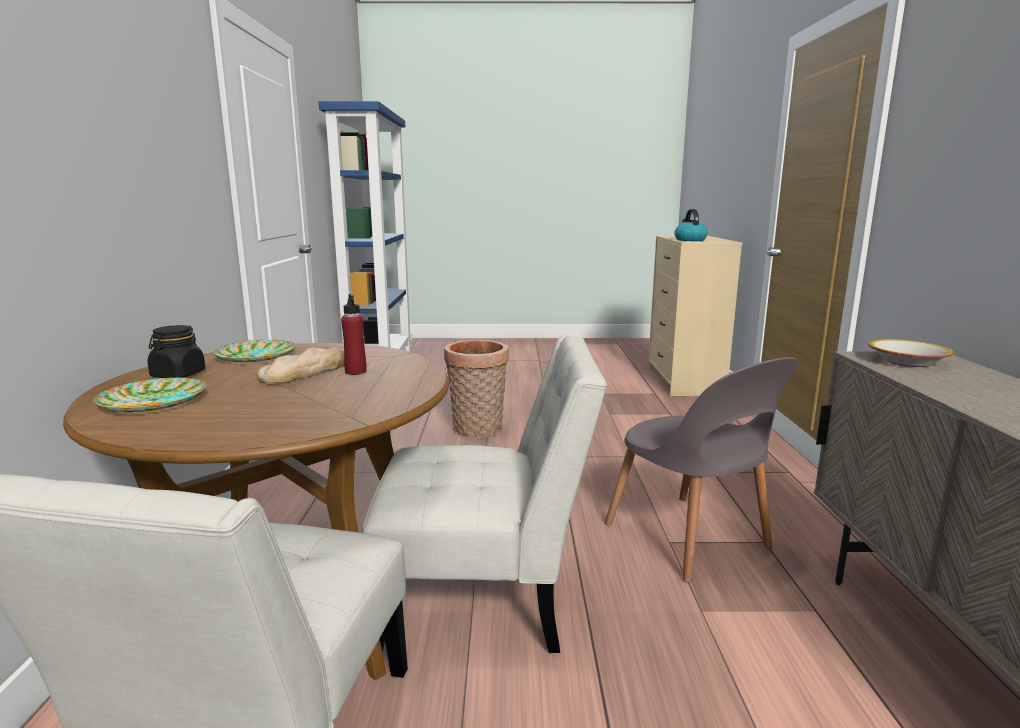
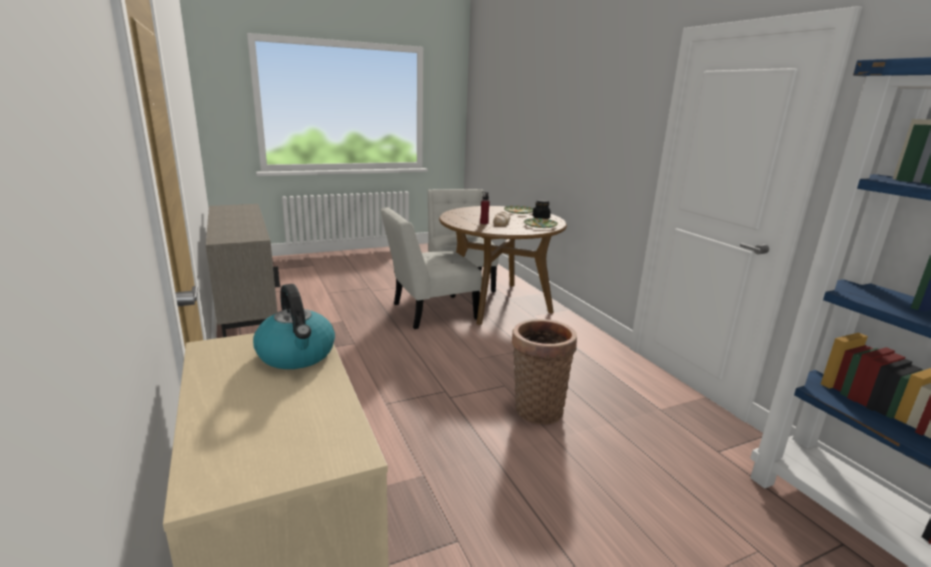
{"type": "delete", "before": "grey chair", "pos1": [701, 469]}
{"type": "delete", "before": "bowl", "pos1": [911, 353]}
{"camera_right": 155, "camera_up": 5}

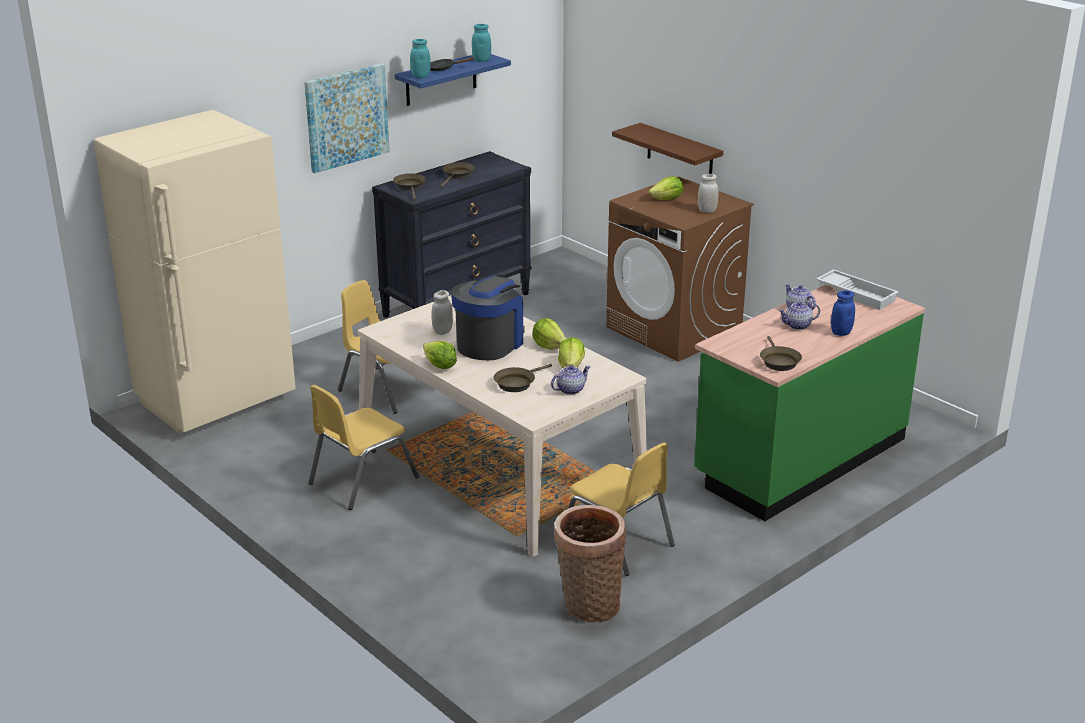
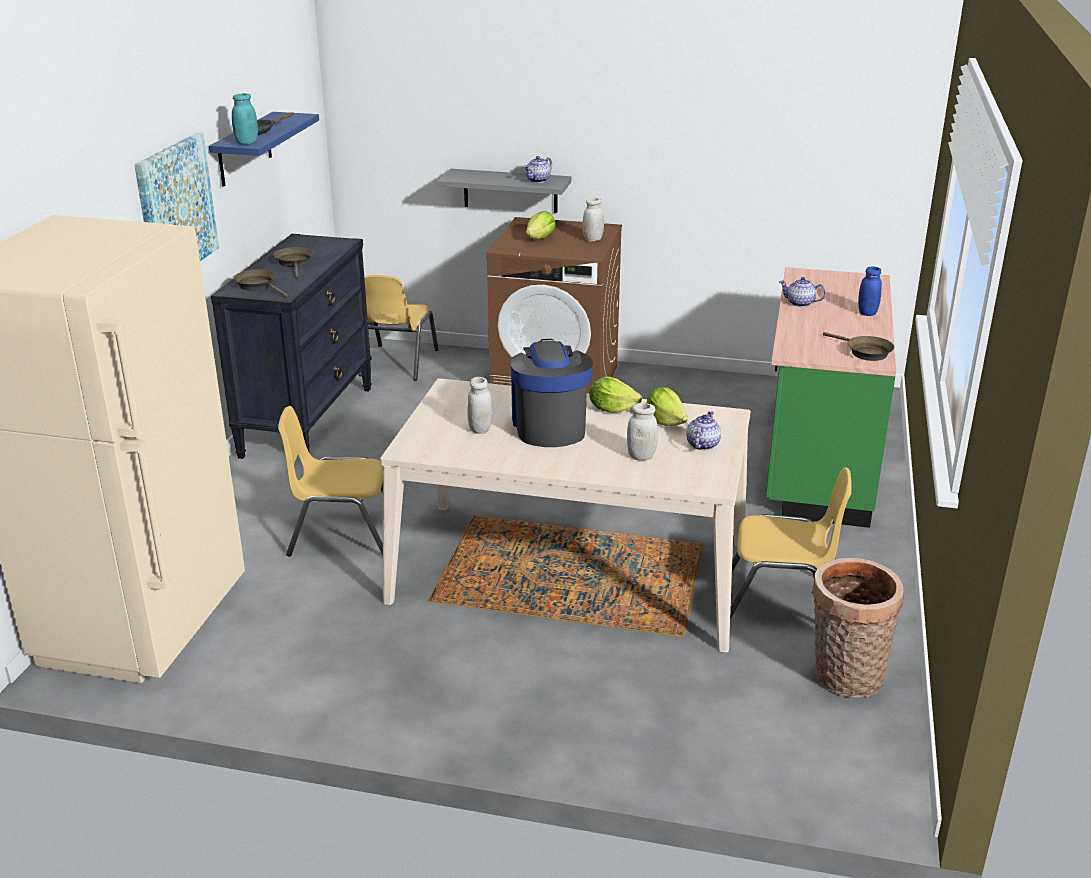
{"type": "move", "before": "yellow chair", "pos1": [364, 447], "pos2": [399, 328]}
{"type": "delete", "before": "lettuce", "pos1": [440, 355]}
{"type": "delete", "before": "turquoise jar", "pos1": [481, 43]}
{"type": "replace", "before": "brown frying pan", "after": "white jar", "pos1": [522, 378], "pos2": [642, 432]}
{"type": "recolor", "before": "brown shelf", "after": "grey shelf", "pos1": [667, 148], "pos2": [504, 191]}
{"type": "move", "before": "teapot", "pos1": [799, 315], "pos2": [538, 169]}
{"type": "delete", "before": "white tray", "pos1": [857, 289]}
{"camera_right": -35, "camera_up": 0}

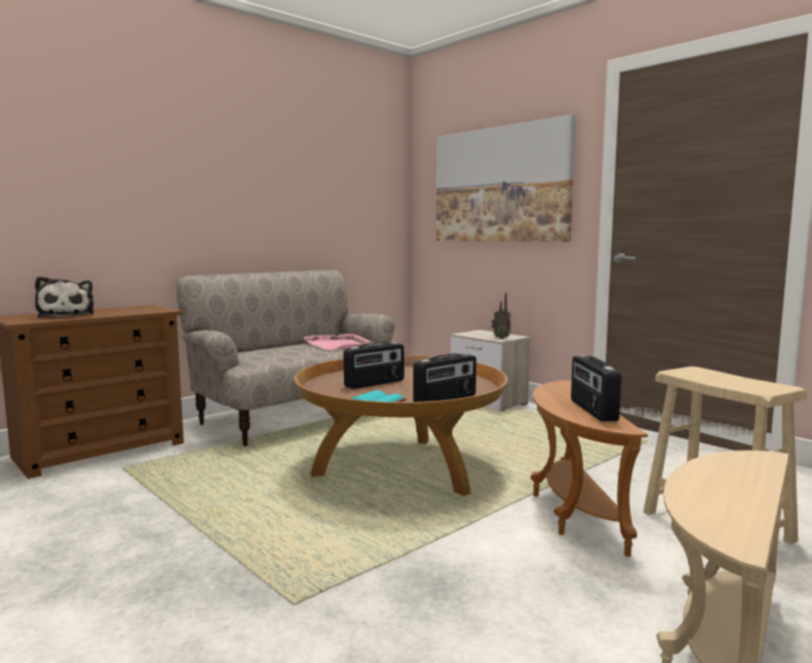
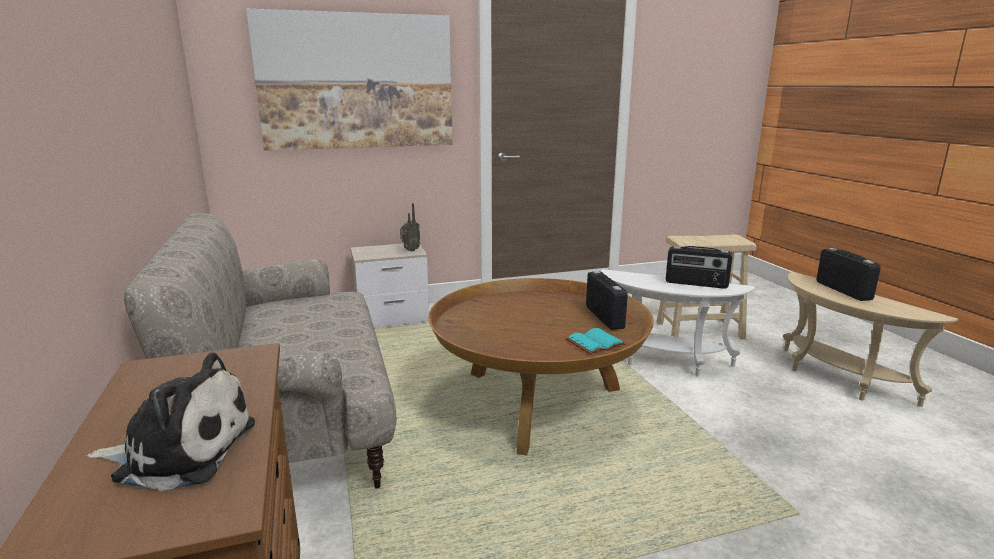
{"type": "delete", "before": "pink tray", "pos1": [338, 341]}
{"type": "move", "before": "radio", "pos1": [374, 365], "pos2": [848, 274]}
{"type": "recolor", "before": "brown side table", "after": "white side table", "pos1": [589, 468], "pos2": [678, 322]}
{"camera_right": -65, "camera_up": 10}

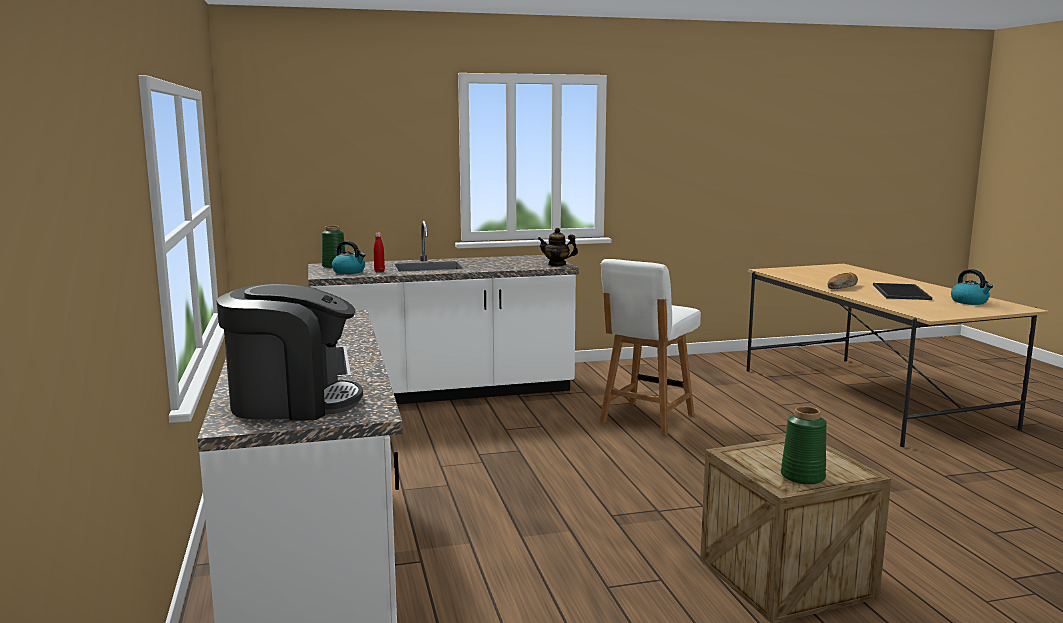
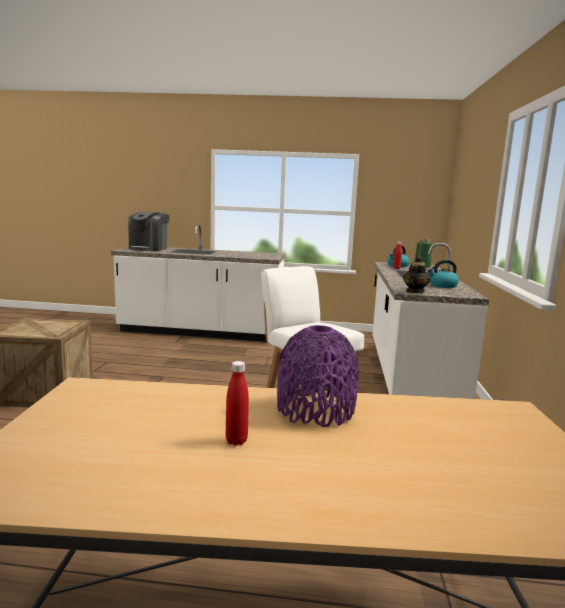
{"type": "delete", "before": "green vase", "pos1": [804, 445]}
{"type": "replace", "before": "bread", "after": "purple vase", "pos1": [843, 281], "pos2": [318, 376]}
{"type": "replace", "before": "tray", "after": "red bottle", "pos1": [902, 291], "pos2": [237, 403]}
{"type": "move", "before": "kettle", "pos1": [972, 287], "pos2": [443, 274]}
{"camera_right": 110, "camera_up": 0}

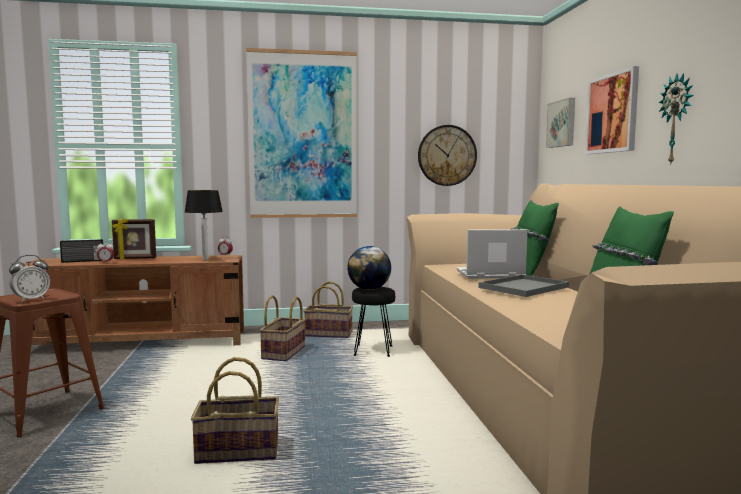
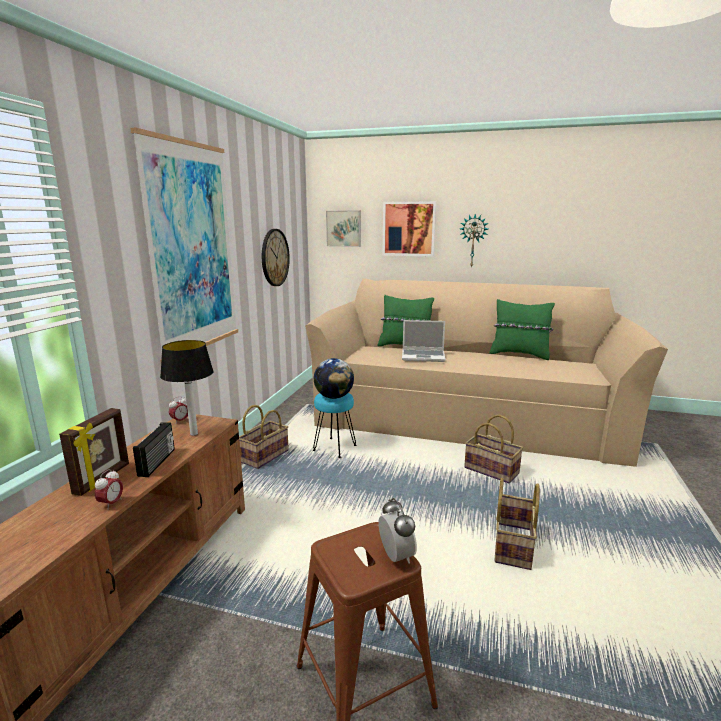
{"type": "move", "before": "radio", "pos1": [81, 251], "pos2": [154, 449]}
{"type": "move", "before": "basket", "pos1": [283, 328], "pos2": [493, 449]}
{"type": "recolor", "before": "black stool", "after": "turquoise stool", "pos1": [373, 322], "pos2": [335, 425]}
{"type": "rotate", "before": "laptop", "pos1": [492, 254], "pos2": [424, 341], "turn": -105}
{"type": "delete", "before": "grey tray", "pos1": [524, 285]}
{"camera_right": -65, "camera_up": 10}

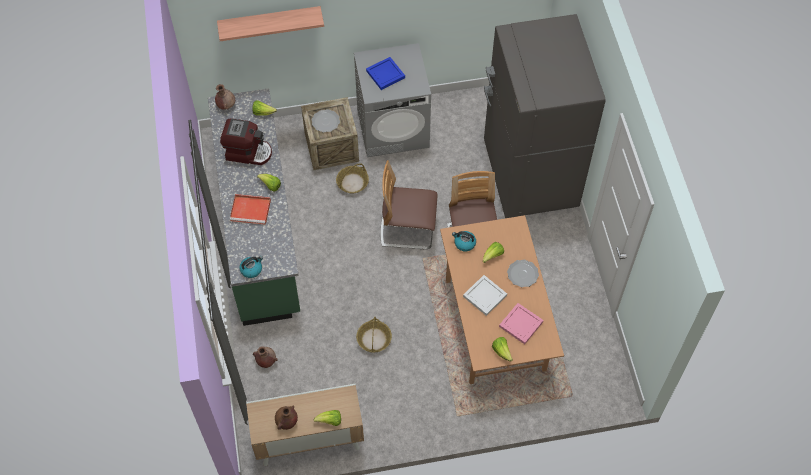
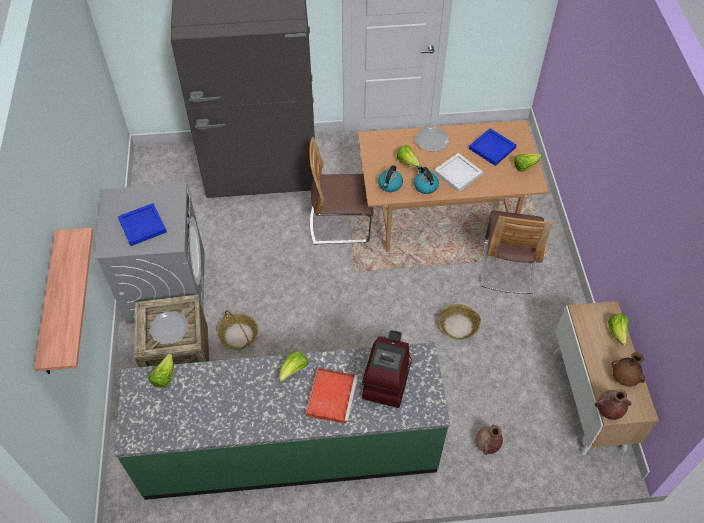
{"type": "move", "before": "brown vase", "pos1": [225, 97], "pos2": [613, 404]}
{"type": "move", "before": "coffee machine", "pos1": [246, 141], "pos2": [387, 369]}
{"type": "move", "before": "kettle", "pos1": [251, 267], "pos2": [426, 180]}
{"type": "move", "before": "chair", "pos1": [409, 204], "pos2": [517, 252]}
{"type": "recolor", "before": "pink tray", "after": "blue tray", "pos1": [521, 323], "pos2": [492, 147]}
{"camera_right": -85, "camera_up": -5}

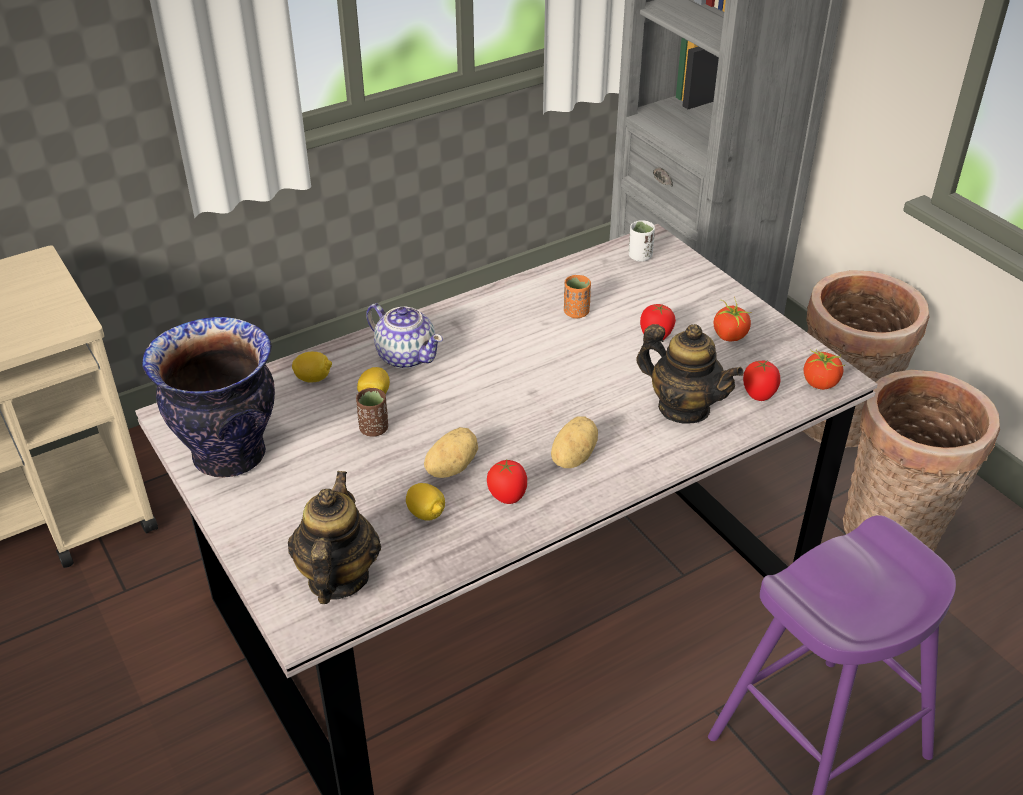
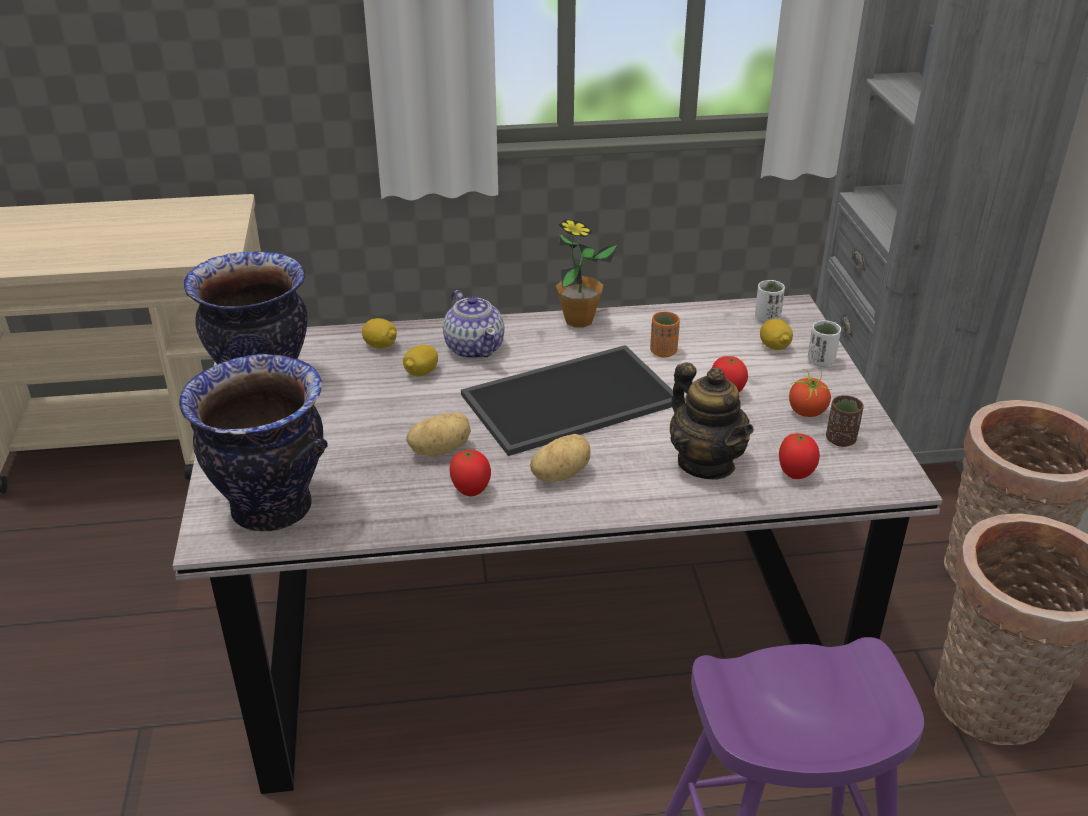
{"type": "replace", "before": "teapot", "after": "vase", "pos1": [334, 537], "pos2": [253, 443]}
{"type": "move", "before": "brown cup", "pos1": [372, 412], "pos2": [845, 421]}
{"type": "move", "before": "lemon", "pos1": [425, 502], "pos2": [776, 334]}
{"type": "delete", "before": "tomato", "pos1": [825, 369]}
{"type": "insert", "after": "tray", "pos2": [567, 400]}
{"type": "insert", "after": "potted plant", "pos2": [586, 273]}
{"type": "insert", "after": "white cup", "pos2": [824, 343]}
{"camera_right": 25, "camera_up": -5}

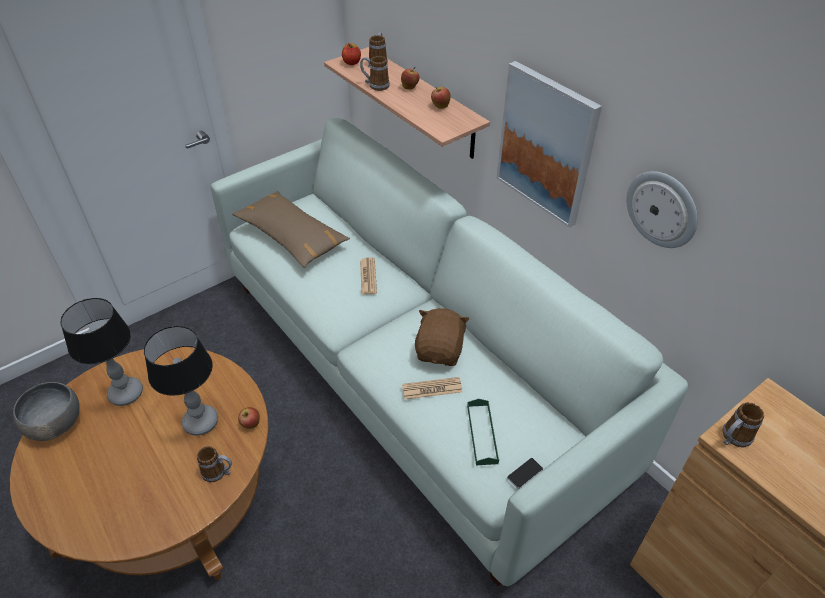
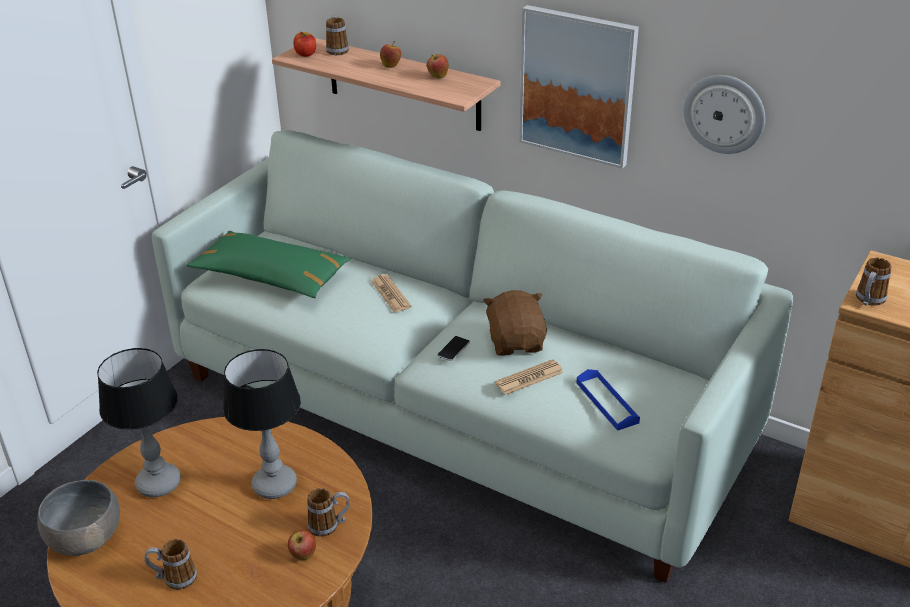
{"type": "recolor", "before": "brown pillow", "after": "green pillow", "pos1": [291, 229], "pos2": [269, 264]}
{"type": "move", "before": "apple", "pos1": [249, 418], "pos2": [302, 545]}
{"type": "move", "before": "mug", "pos1": [375, 73], "pos2": [170, 564]}
{"type": "recolor", "before": "green tray", "after": "blue tray", "pos1": [483, 432], "pos2": [608, 400]}
{"type": "move", "before": "phone", "pos1": [525, 473], "pos2": [453, 348]}
{"camera_right": -20, "camera_up": -10}

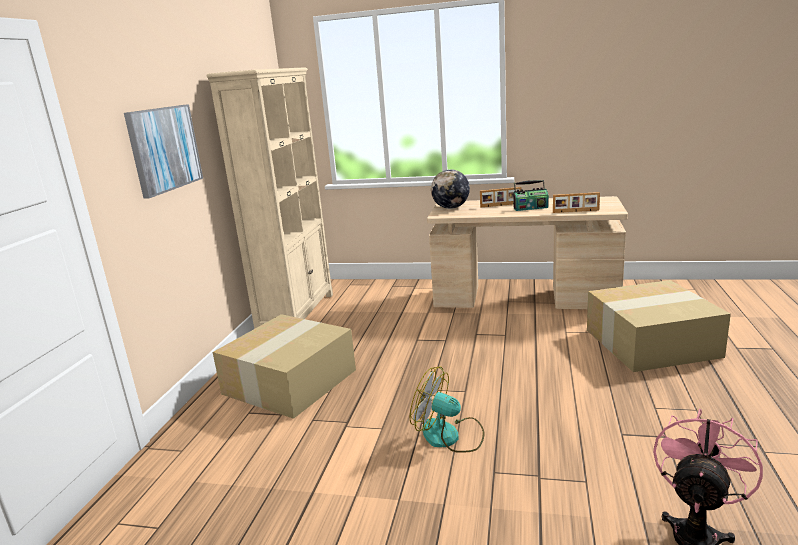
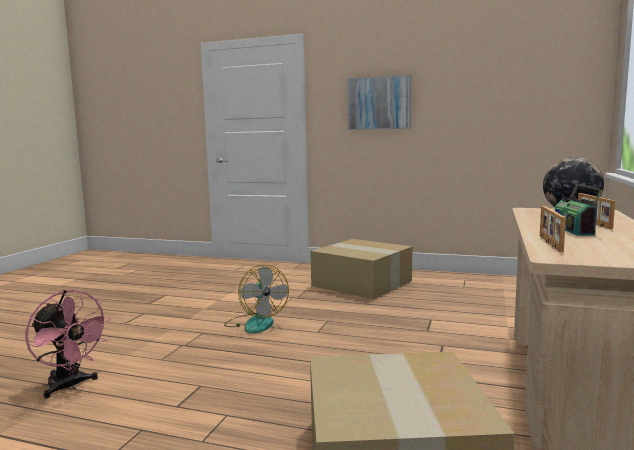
{"type": "delete", "before": "beige bookcase", "pos1": [270, 198]}
{"type": "rotate", "before": "fan", "pos1": [447, 410], "pos2": [256, 299], "turn": 120}
{"camera_right": 95, "camera_up": -10}

